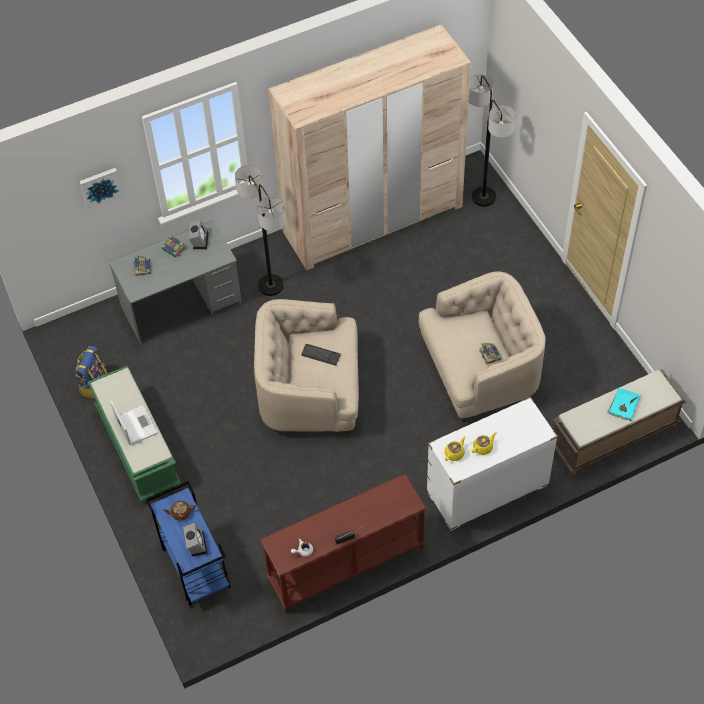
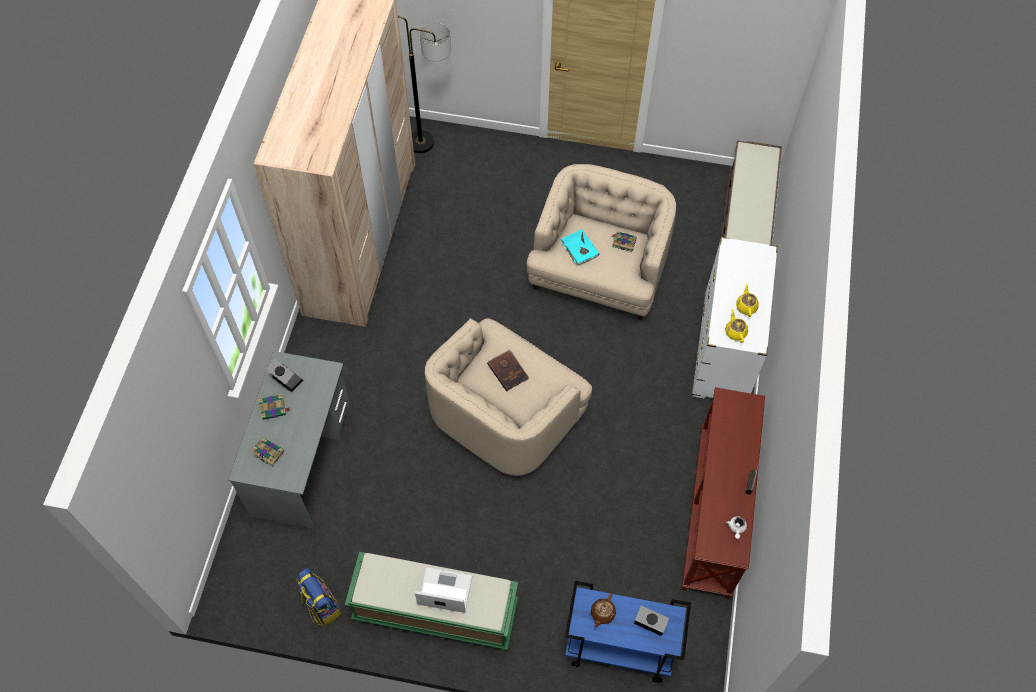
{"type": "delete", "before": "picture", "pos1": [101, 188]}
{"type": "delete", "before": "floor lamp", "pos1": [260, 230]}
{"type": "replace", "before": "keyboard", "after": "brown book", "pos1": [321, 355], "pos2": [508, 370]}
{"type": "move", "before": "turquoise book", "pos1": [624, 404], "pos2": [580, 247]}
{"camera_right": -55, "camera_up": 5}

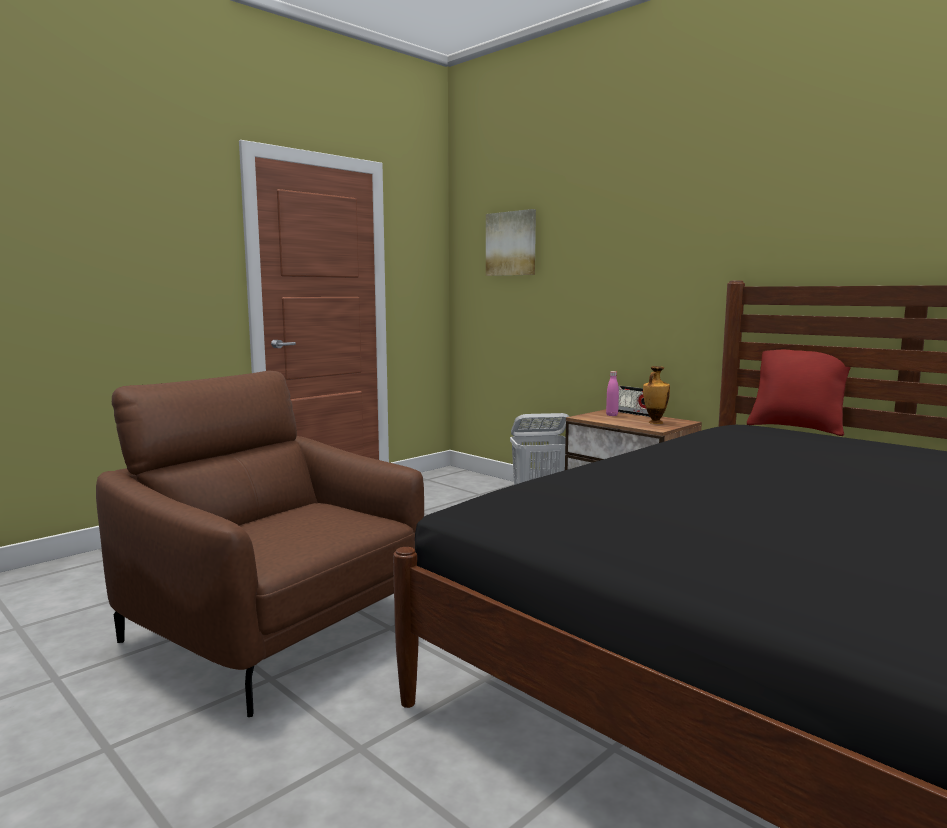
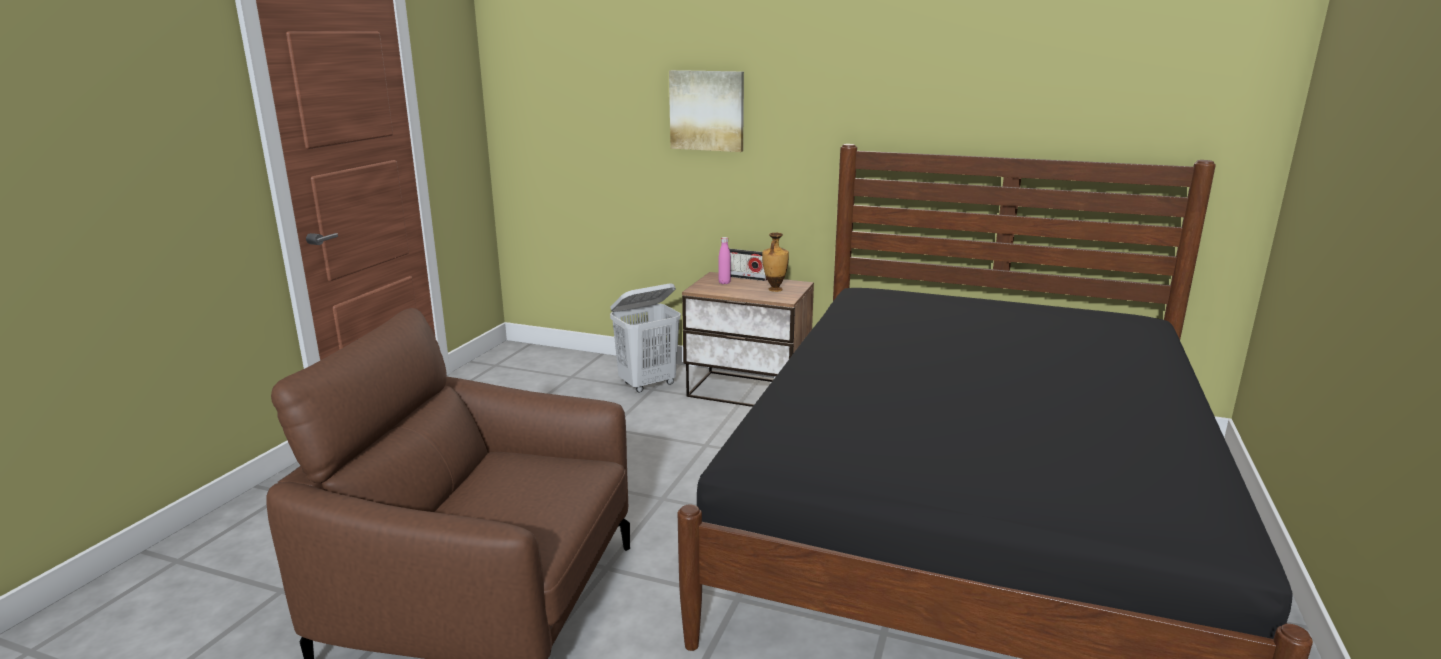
{"type": "move", "before": "picture", "pos1": [511, 242], "pos2": [706, 111]}
{"type": "delete", "before": "red pillow", "pos1": [803, 391]}
{"camera_right": -25, "camera_up": 10}

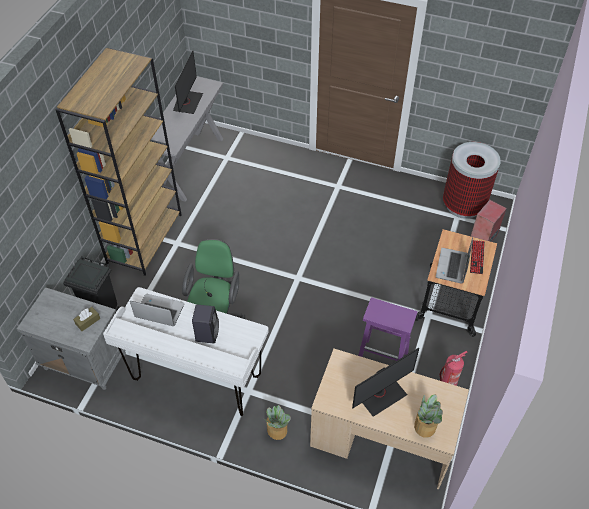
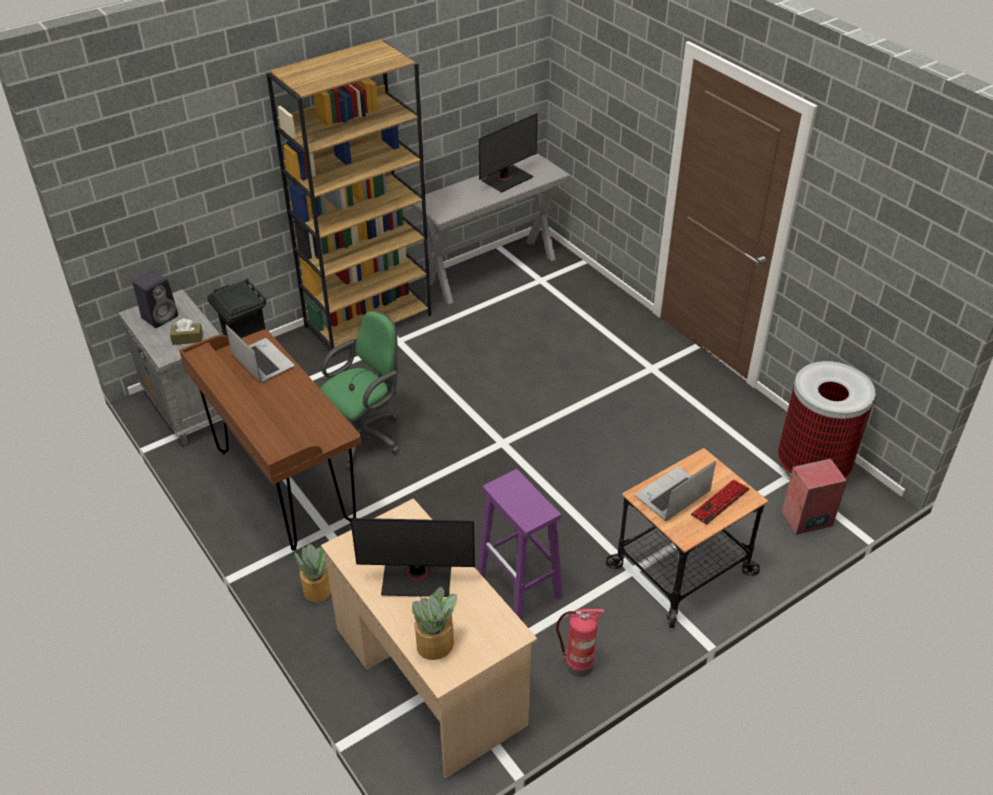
{"type": "recolor", "before": "white desk", "after": "brown desk", "pos1": [186, 351], "pos2": [270, 440]}
{"type": "move", "before": "black speaker", "pos1": [205, 324], "pos2": [155, 299]}
{"camera_right": 35, "camera_up": -10}

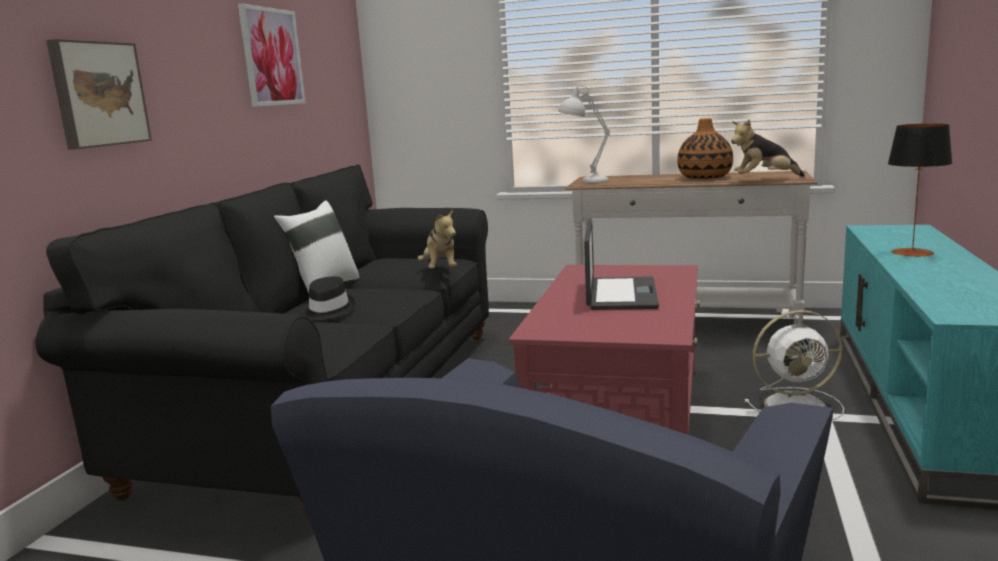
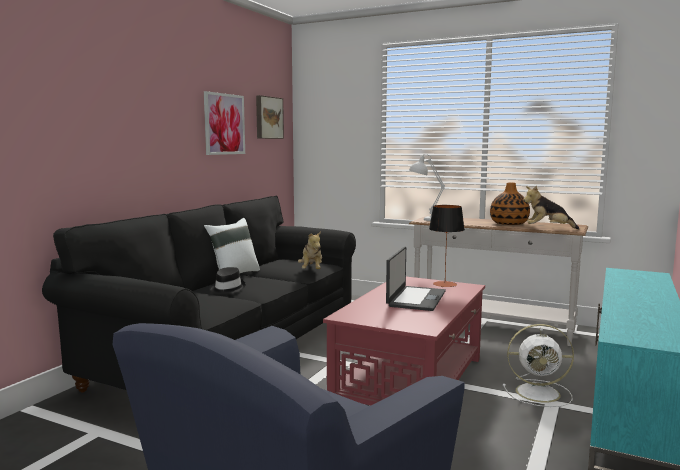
{"type": "move", "before": "picture", "pos1": [99, 94], "pos2": [270, 117]}
{"type": "move", "before": "table lamp", "pos1": [920, 190], "pos2": [447, 246]}
{"camera_right": 10, "camera_up": -5}

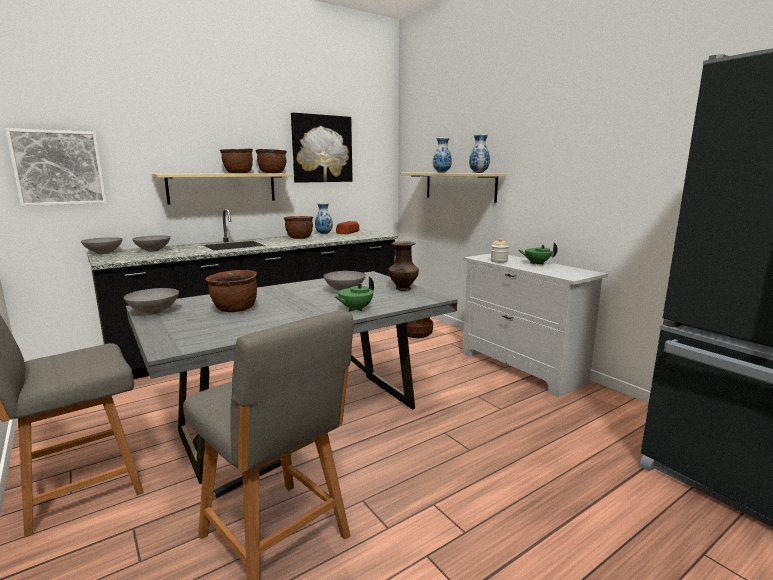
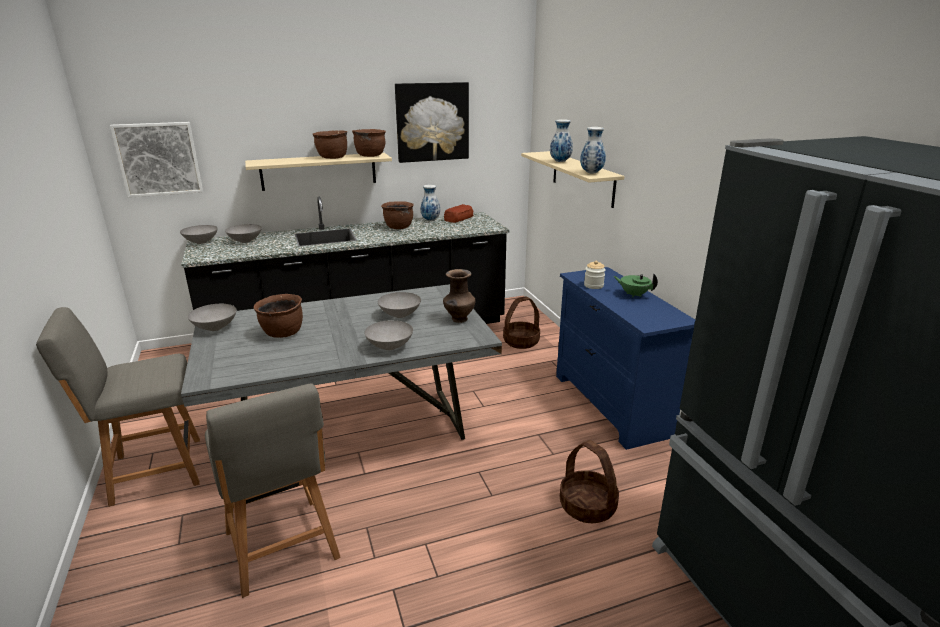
{"type": "replace", "before": "green teapot", "after": "grey bowl", "pos1": [354, 294], "pos2": [388, 335]}
{"type": "recolor", "before": "white dresser", "after": "blue dresser", "pos1": [535, 325], "pos2": [625, 358]}
{"type": "insert", "after": "basket", "pos2": [589, 481]}
{"camera_right": 15, "camera_up": 10}

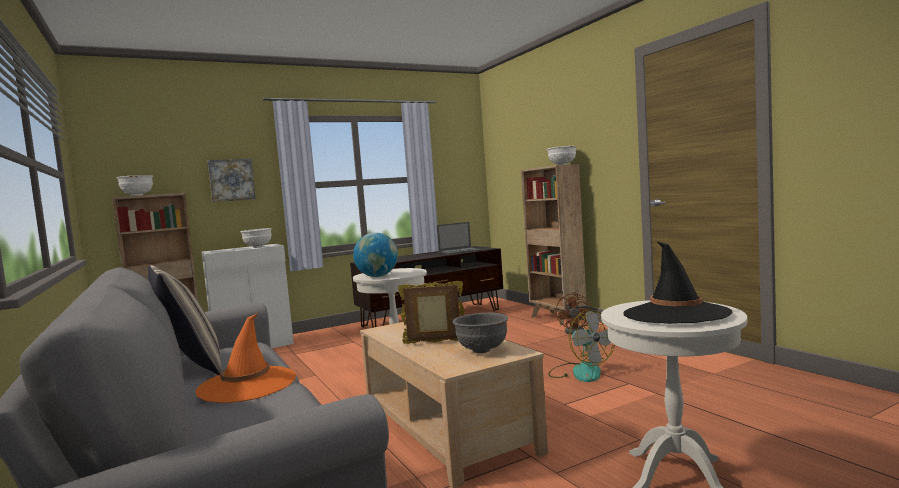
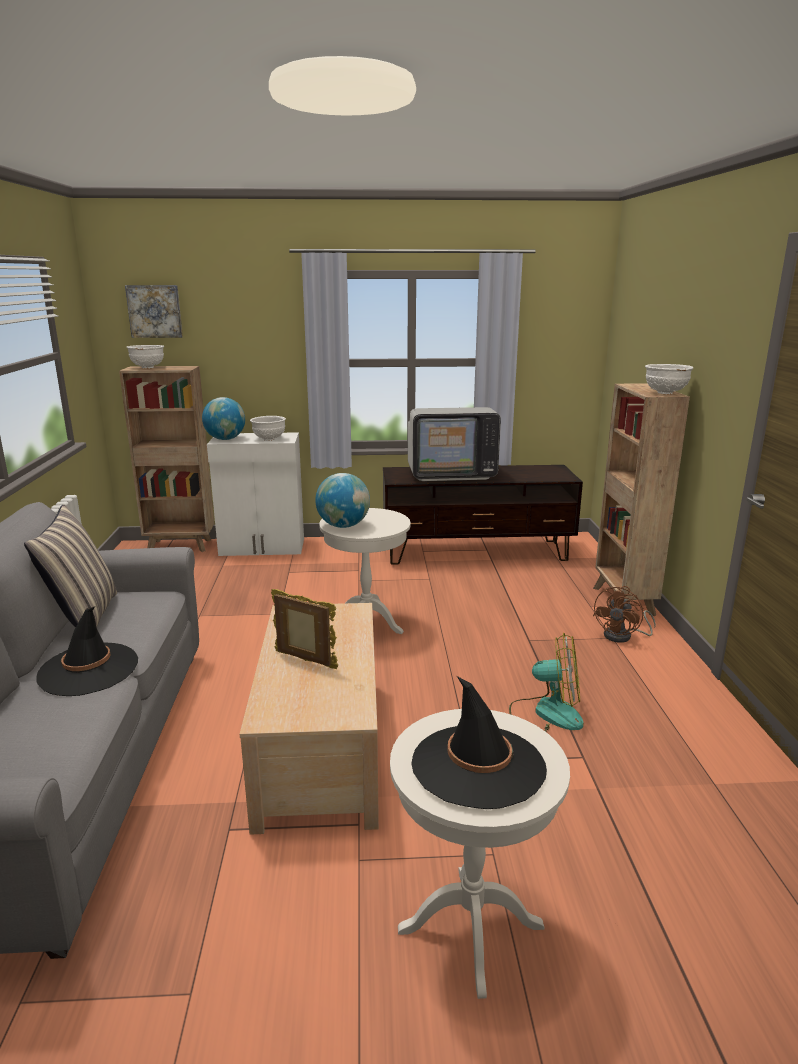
{"type": "recolor", "before": "orange hat", "after": "black hat", "pos1": [245, 358], "pos2": [87, 651]}
{"type": "move", "before": "picture", "pos1": [232, 180], "pos2": [154, 311]}
{"type": "delete", "before": "laptop", "pos1": [459, 238]}
{"type": "delete", "before": "grey bowl", "pos1": [480, 333]}
{"type": "rotate", "before": "fan", "pos1": [582, 345], "pos2": [546, 682], "turn": -75}
{"type": "insert", "after": "globe", "pos2": [223, 418]}
{"type": "insert", "after": "television", "pos2": [454, 444]}
{"camera_right": 25, "camera_up": 15}

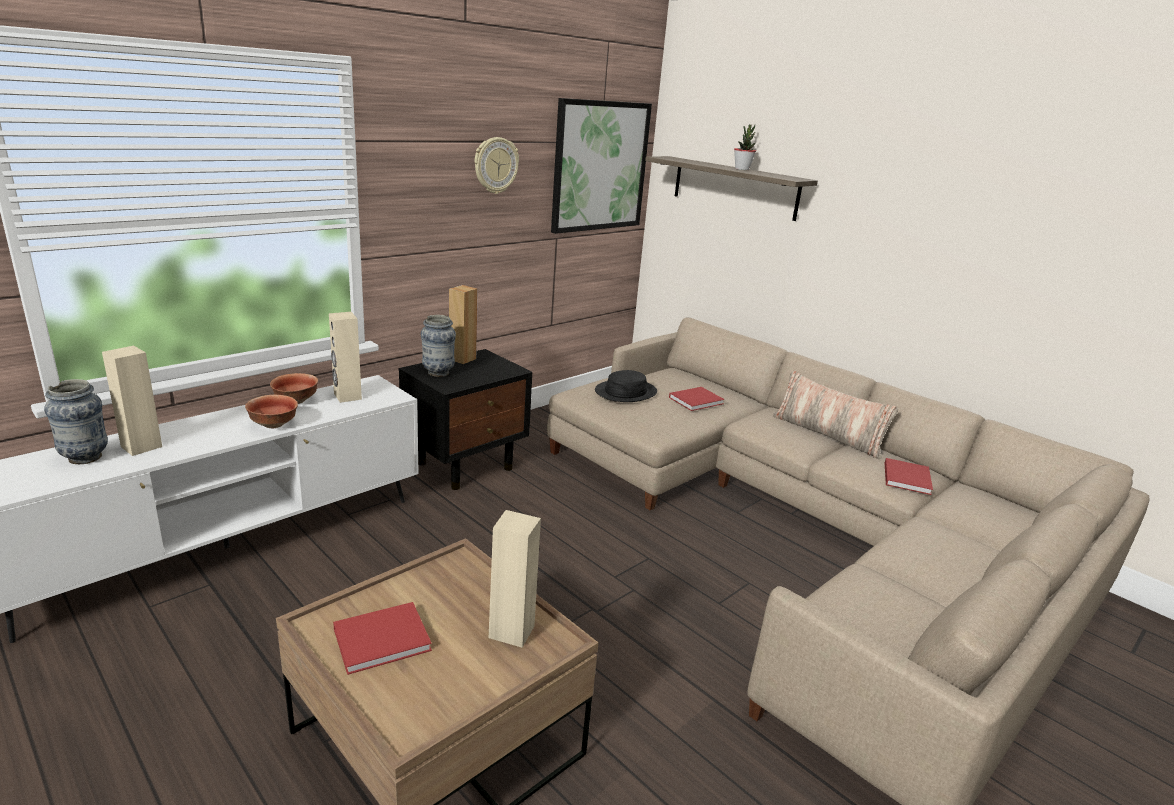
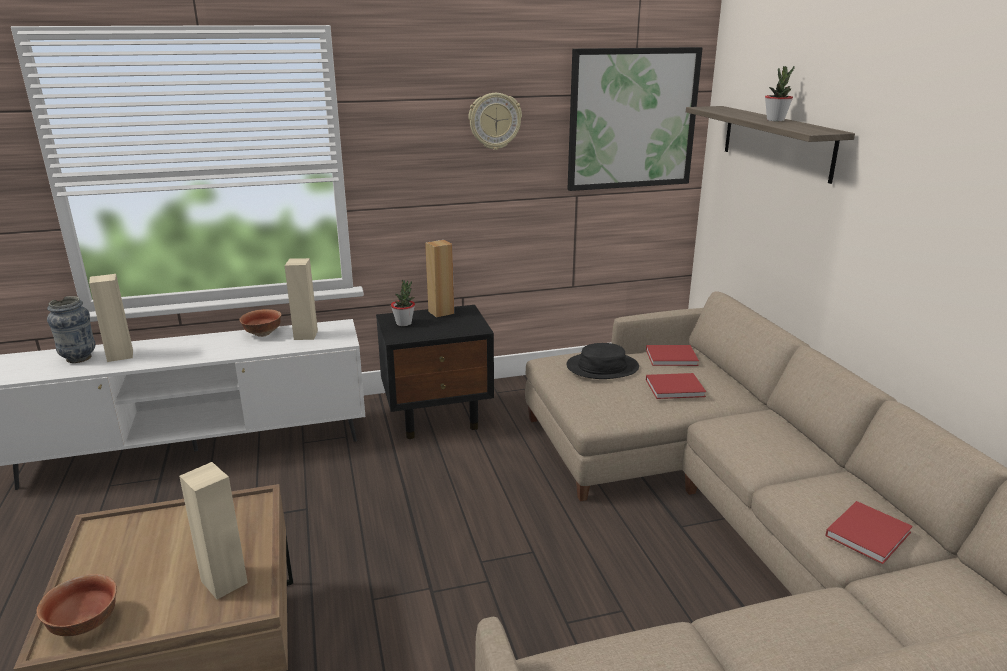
{"type": "move", "before": "bowl", "pos1": [271, 411], "pos2": [76, 605]}
{"type": "move", "before": "red book", "pos1": [382, 638], "pos2": [672, 355]}
{"type": "replace", "before": "vase", "after": "potted plant", "pos1": [438, 346], "pos2": [403, 303]}
{"type": "delete", "before": "pillow", "pos1": [835, 415]}
{"camera_right": 30, "camera_up": 0}

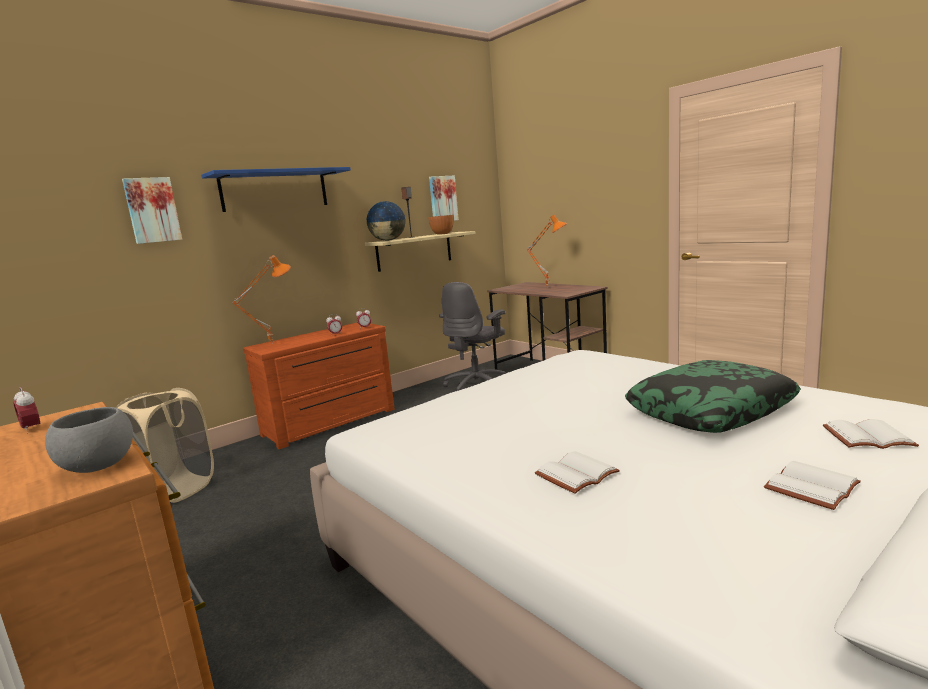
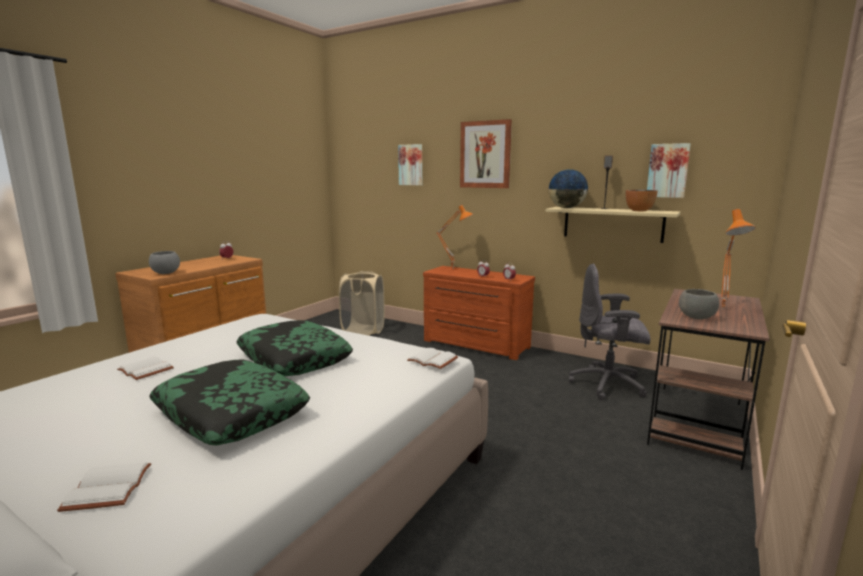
{"type": "replace", "before": "blue shelf", "after": "picture", "pos1": [276, 189], "pos2": [486, 153]}
{"type": "move", "before": "white book", "pos1": [812, 485], "pos2": [432, 358]}
{"type": "insert", "after": "pillow", "pos2": [294, 348]}
{"type": "insert", "after": "grey bowl", "pos2": [699, 304]}
{"camera_right": 70, "camera_up": 0}

